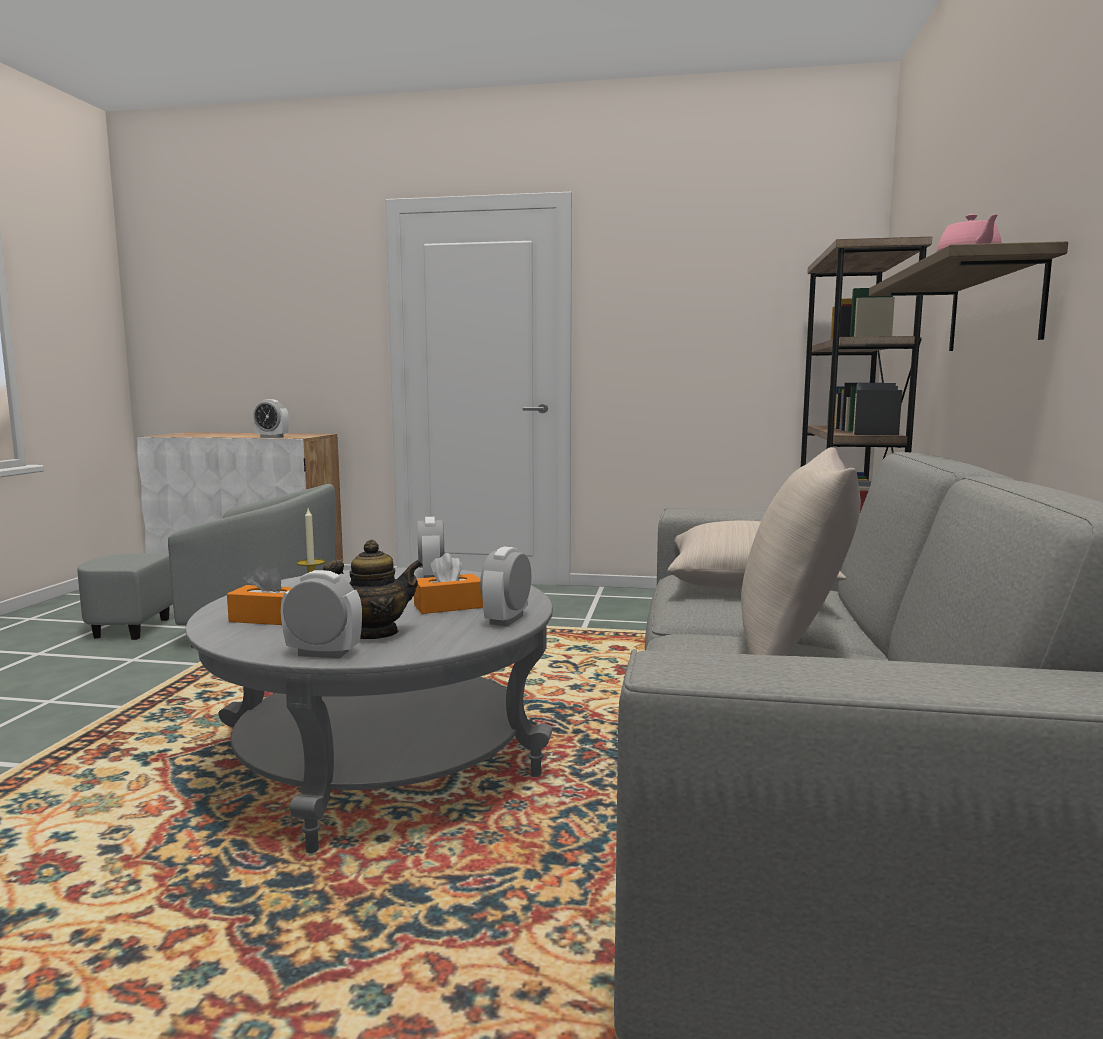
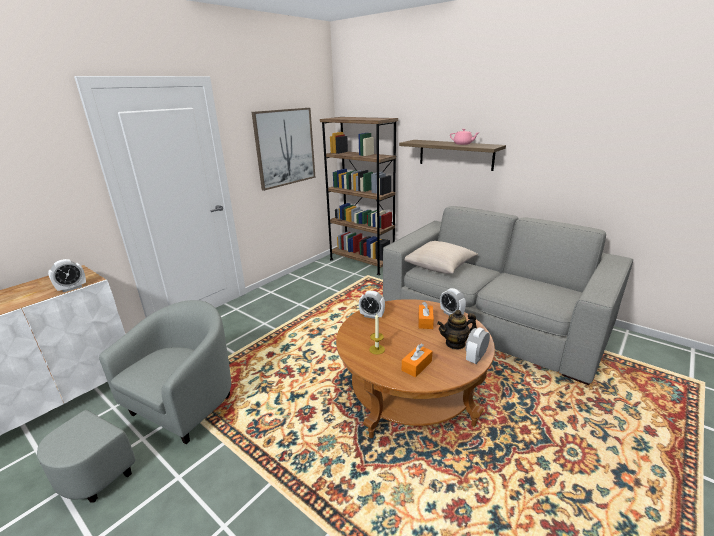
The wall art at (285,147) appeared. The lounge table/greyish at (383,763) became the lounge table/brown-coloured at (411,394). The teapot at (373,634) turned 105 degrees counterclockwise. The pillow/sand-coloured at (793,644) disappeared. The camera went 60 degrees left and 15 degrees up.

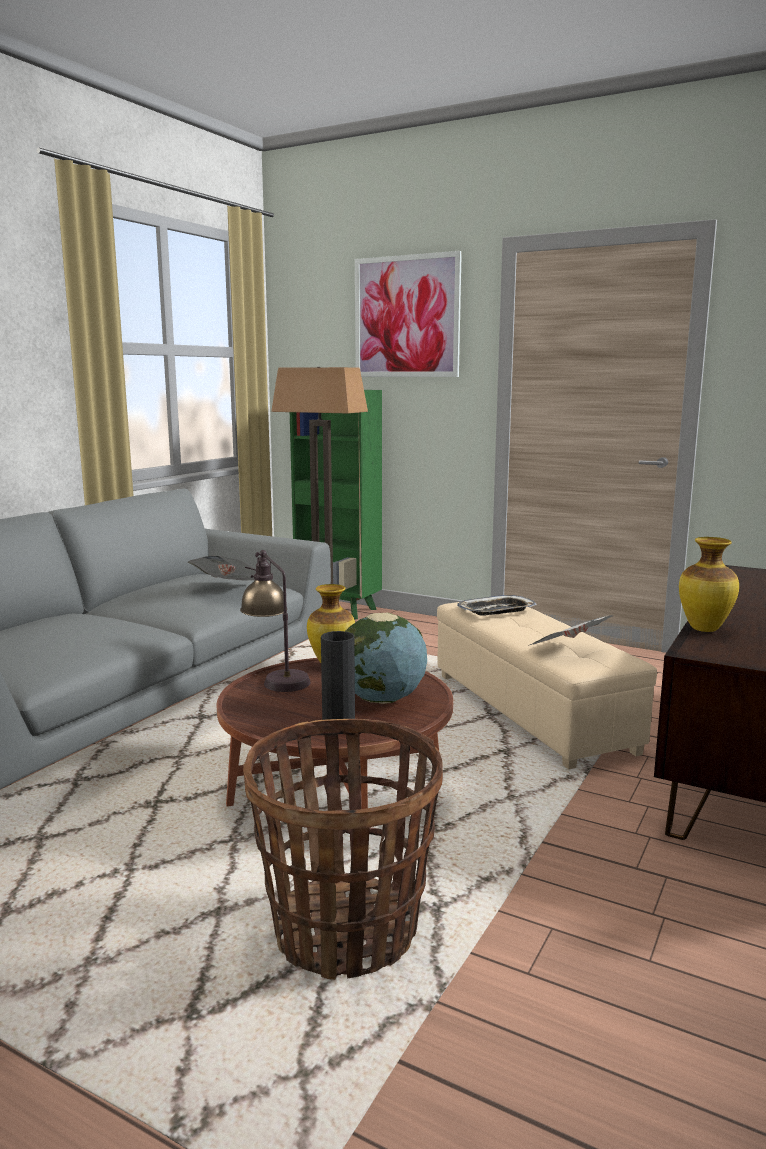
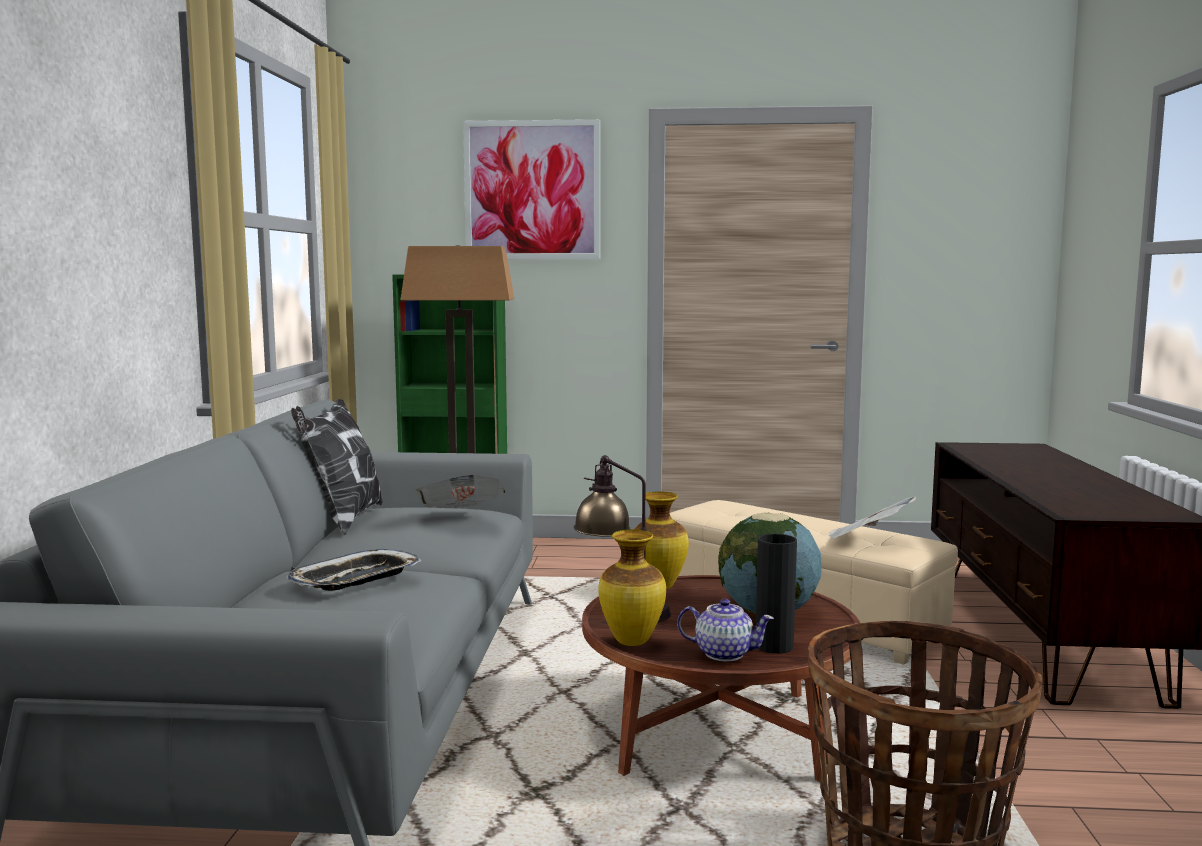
The serving tray moved from (496,611) to (355,579). The pillow at (342,520) appeared. The flower vase moved from (705,629) to (633,642). The teapot at (723,653) appeared. The camera went 25 degrees left and 5 degrees down.

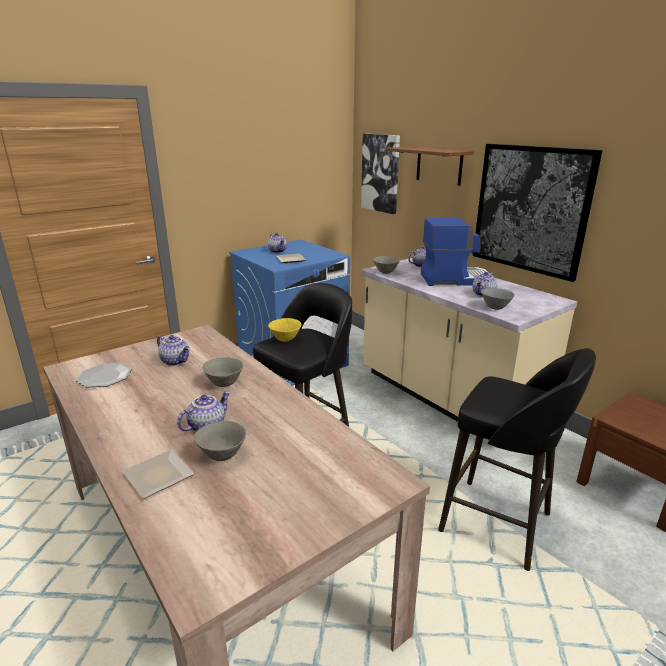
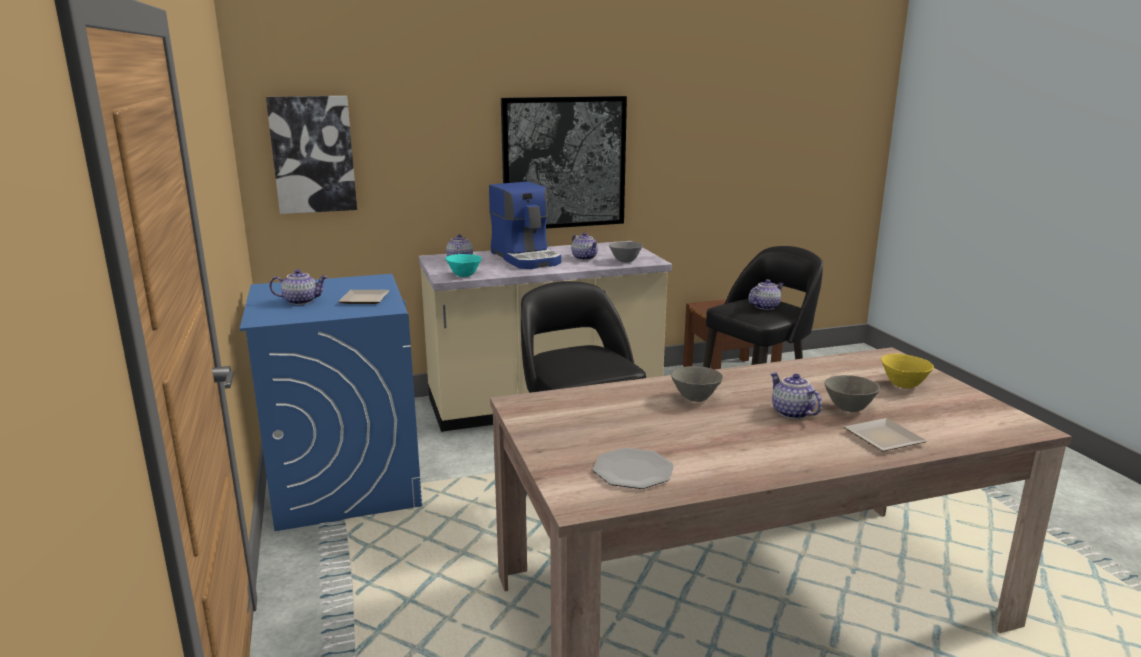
The bowl/greyish at (385,272) became the bowl/turquoise at (464,275). The coffee brewer at (454,279) turned 135 degrees clockwise. The teapot moved from (176,361) to (764,306). The bowl/yellow moved from (285,340) to (904,385). The wall shelf at (439,165) disappeared. The camera went 70 degrees left and 5 degrees down.

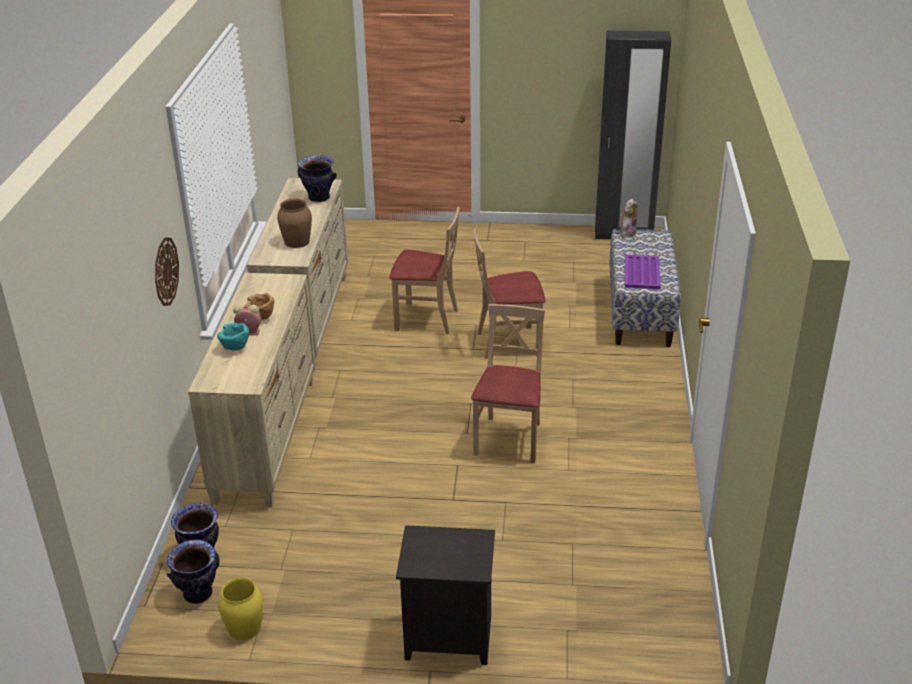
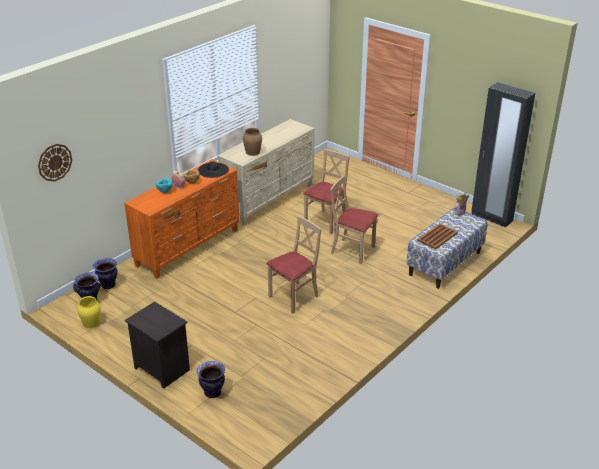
The hanging clock moved from (165,271) to (54,162). The chest of drawers/sand-coloured at (267,438) became the chest of drawers/orangey at (188,248). The flower vase moved from (319,198) to (213,392). The hat/blackish at (213,170) appeared. The chair/sand-coloured at (426,319) turned 105 degrees counterclockwise. The serving tray/purplish at (641,273) became the serving tray/brown-coloured at (437,237). The camera went 35 degrees right and 0 degrees up.

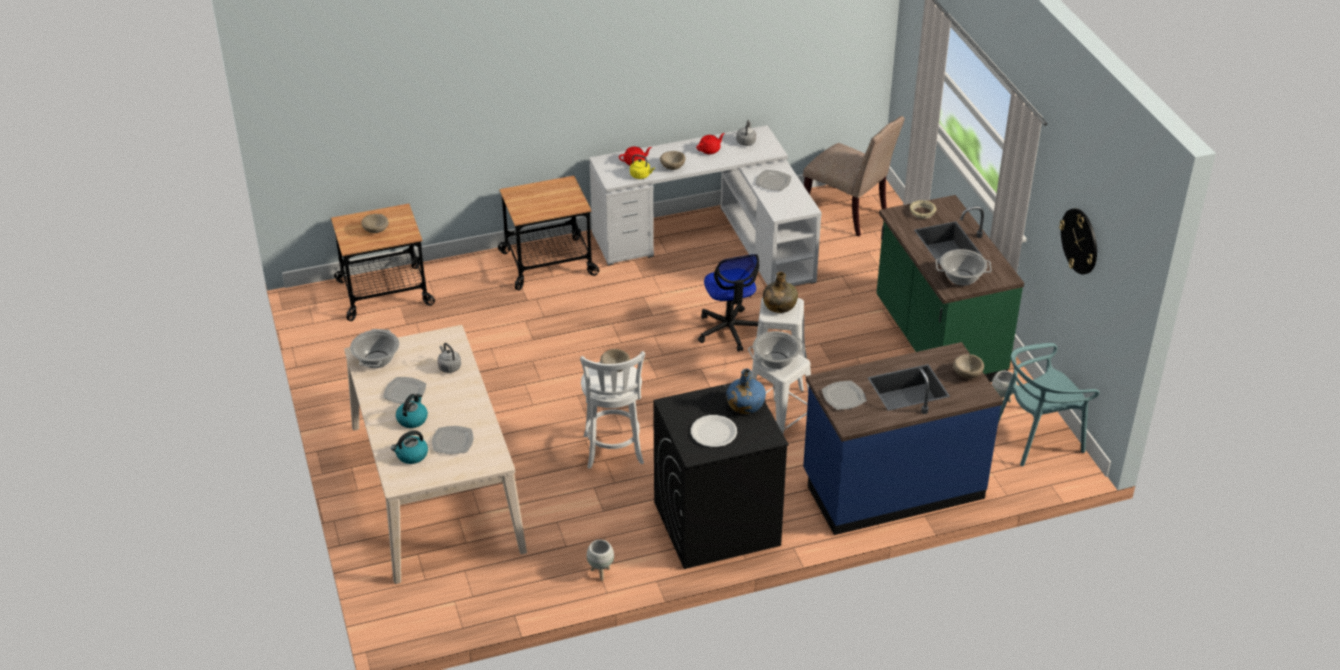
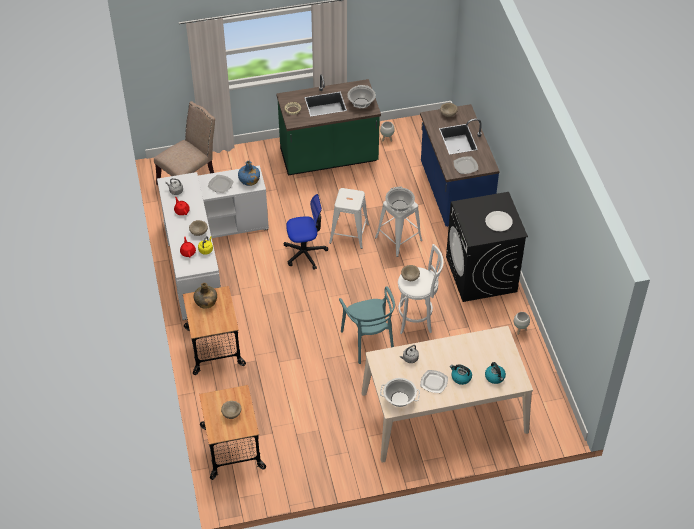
The drink bottle/greenish moved from (779,305) to (205,302). The drink bottle/blue-coloured moved from (745,405) to (249,180). The chair/turquoise moved from (1037,438) to (369,341). The flat dish at (452,441) disappeared. The hanging clock at (1080,241) disappeared. The camera went 85 degrees left and 10 degrees up.

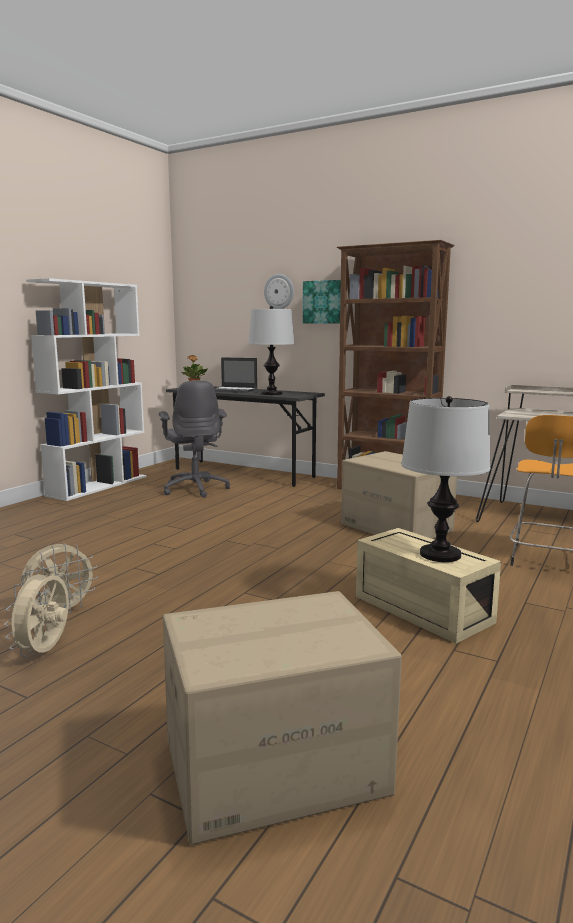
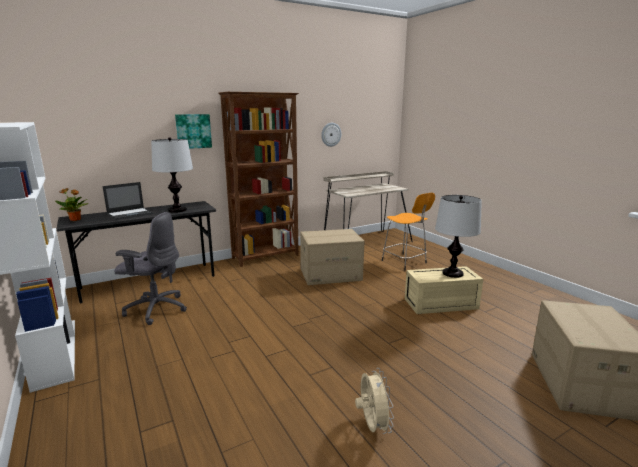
The hanging clock moved from (279,291) to (331,134). The electric fan/sand-coloured at (45,651) disappeared. The camera went 60 degrees left and 5 degrees up.

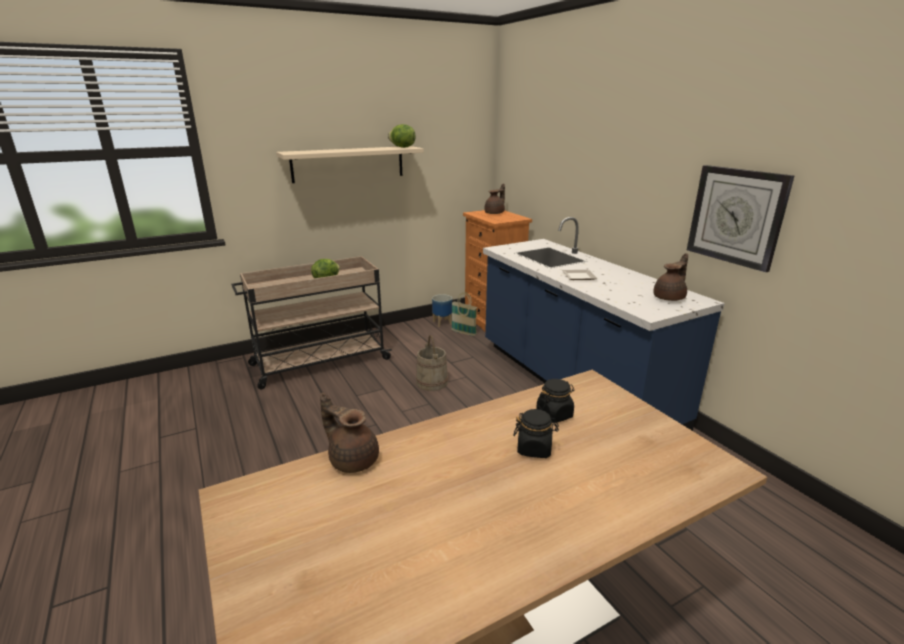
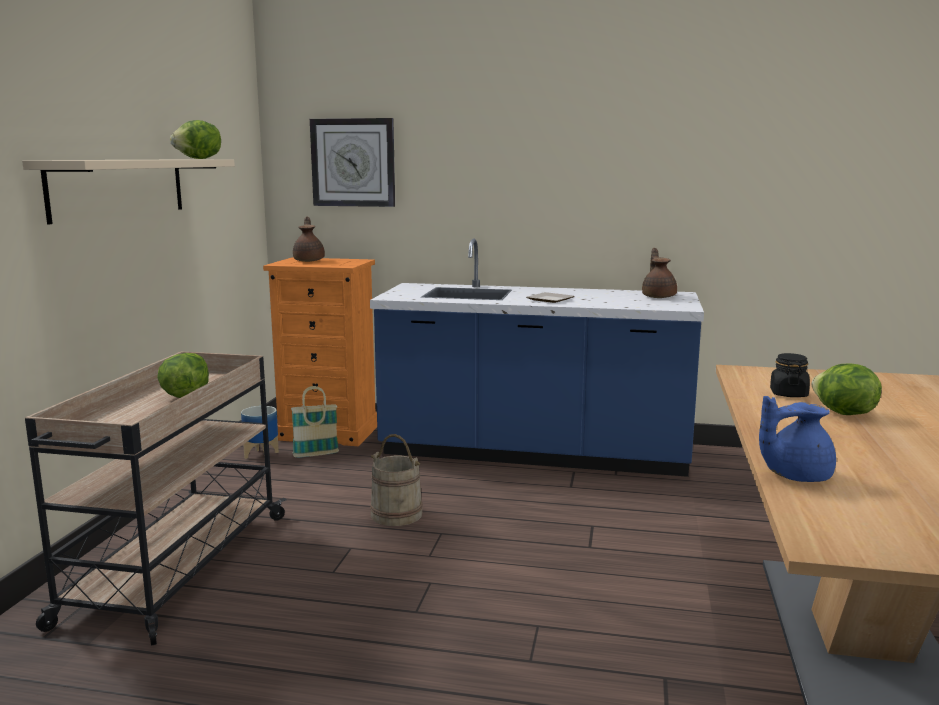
The hanging clock moved from (736,216) to (353,162). The teapot/brown-coloured at (352,459) became the teapot/blue-coloured at (794,475). The storage jar/blackish at (534,449) was replaced by the head of lettuce at (843,413). The camera went 50 degrees left and 10 degrees down.

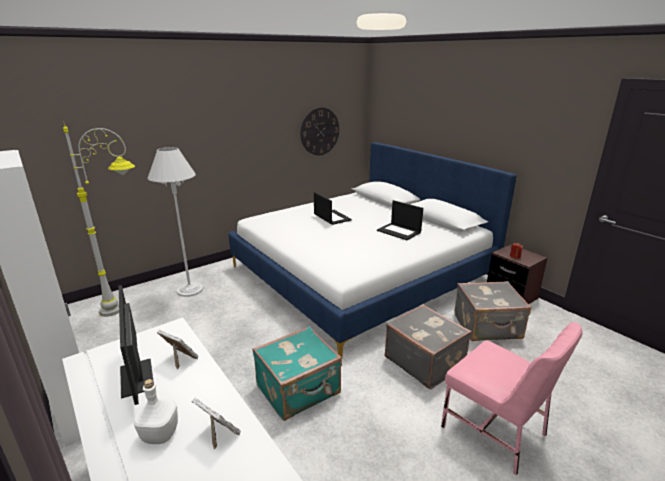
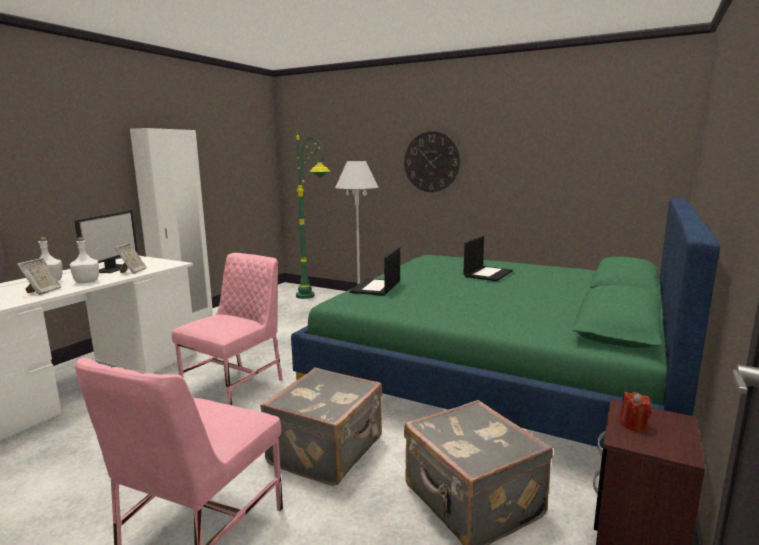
The drink bottle/whitish at (87,282) appeared. The computer display at (138,377) turned 150 degrees clockwise. The piece of luggage/turquoise at (299,390) was replaced by the chair/pink-coloured at (236,386). The sleeping bed/whitish at (361,273) became the sleeping bed/greenish at (499,368). The floor lamp/greyish at (131,307) became the floor lamp/greenish at (315,299). The laptop moved from (399,231) to (376,287). The hanging clock moved from (320,131) to (431,162). The camera went 65 degrees right and 10 degrees down.

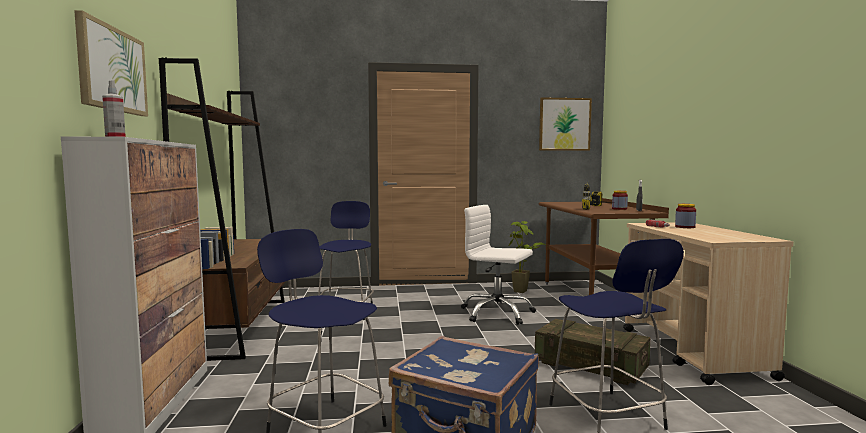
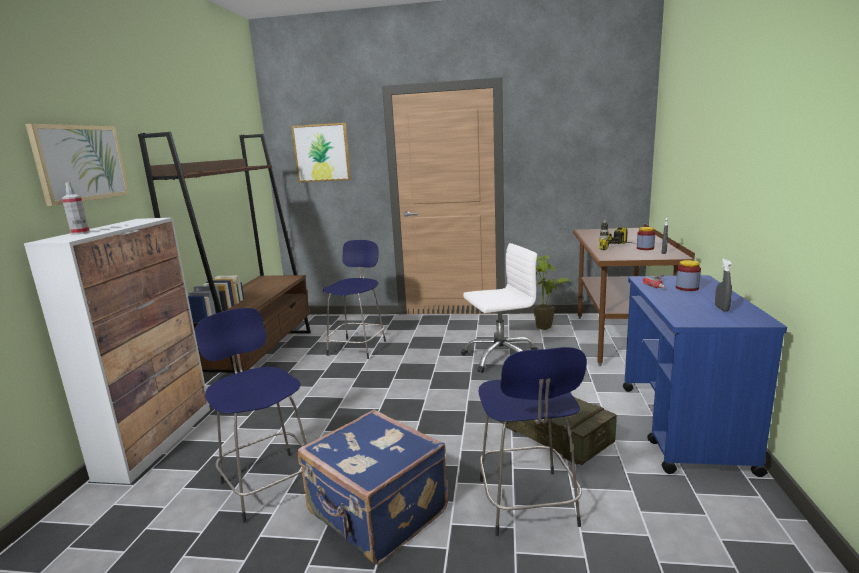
The wall art moved from (564,124) to (322,153). The desk chair/whitish at (496,313) turned 120 degrees clockwise. The cart/sand-coloured at (693,353) became the cart/blue-coloured at (683,427). The spray bottle/greyish at (721,309) appeared. The camera went 15 degrees right and 10 degrees up.

